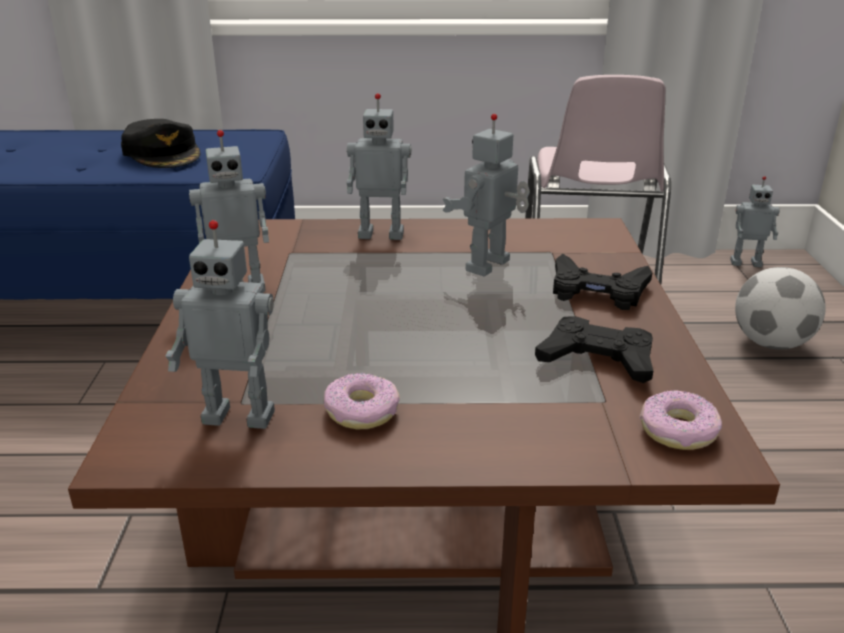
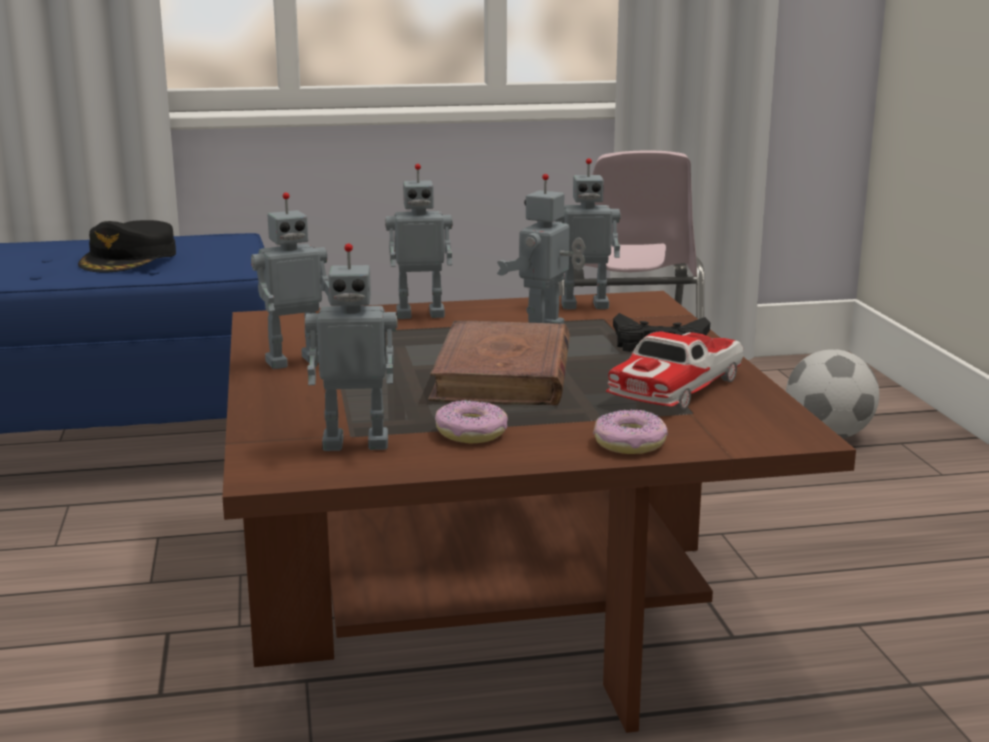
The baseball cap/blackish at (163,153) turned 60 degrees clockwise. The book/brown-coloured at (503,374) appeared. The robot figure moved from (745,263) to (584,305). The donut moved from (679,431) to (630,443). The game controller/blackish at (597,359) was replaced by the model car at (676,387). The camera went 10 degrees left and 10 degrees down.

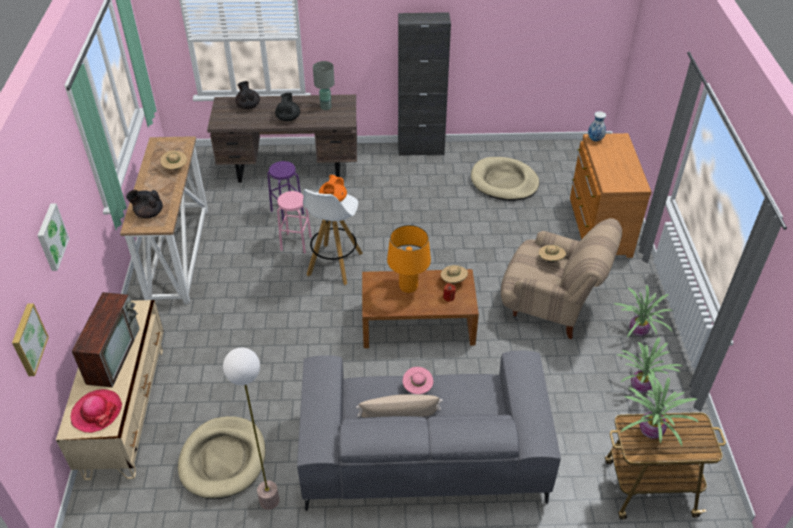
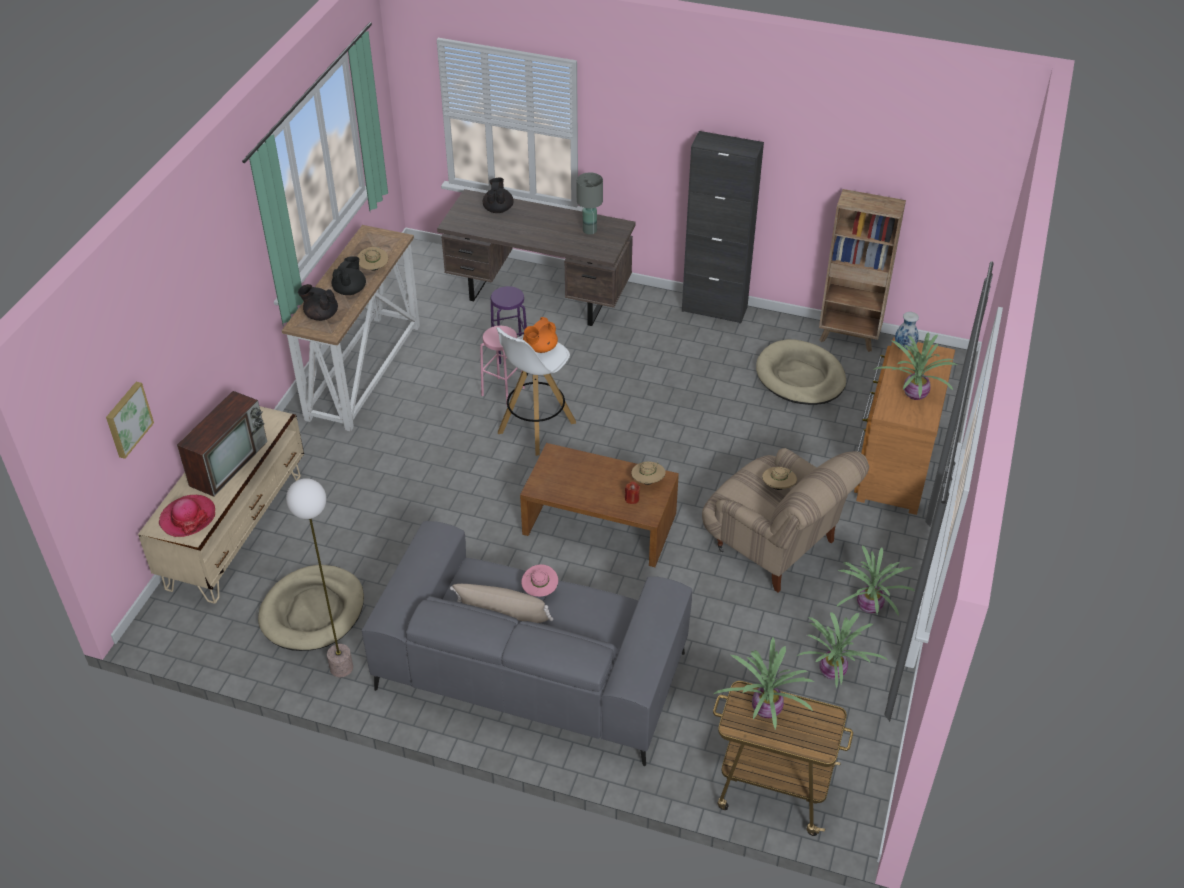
The teapot/blackish moved from (288,118) to (350,290). The bookshelf/brown-coloured at (849,337) appeared. The plant in a pot at (913,394) appeared. The wall art at (51,237) disappeared. The lamp for a table/orangey at (408,287) disappeared. The camera went 20 degrees right and 0 degrees up.

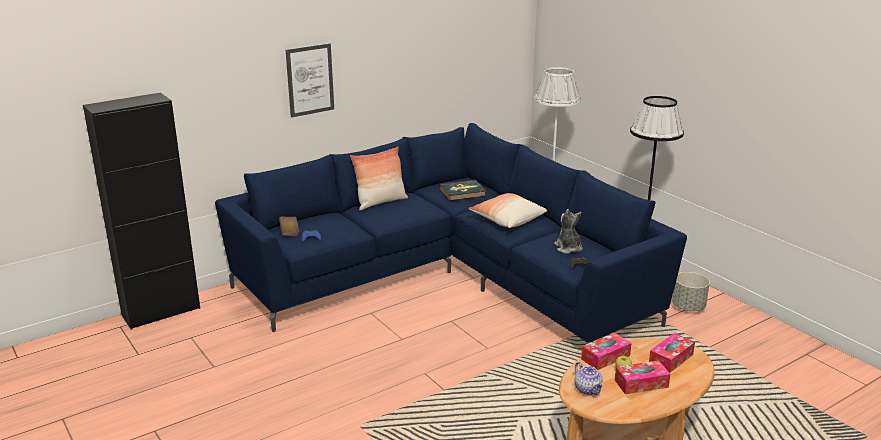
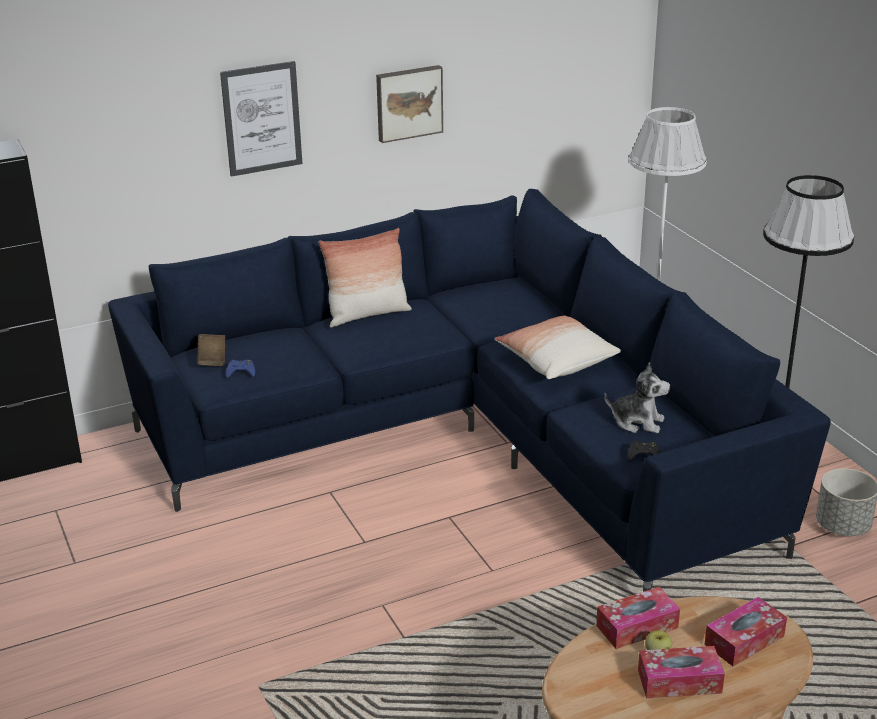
The wall art at (408,102) appeared. The soft toy at (568,248) turned 120 degrees clockwise. The book at (462,192) disappeared. The teapot at (588,389) disappeared. The camera went 10 degrees right and 5 degrees up.

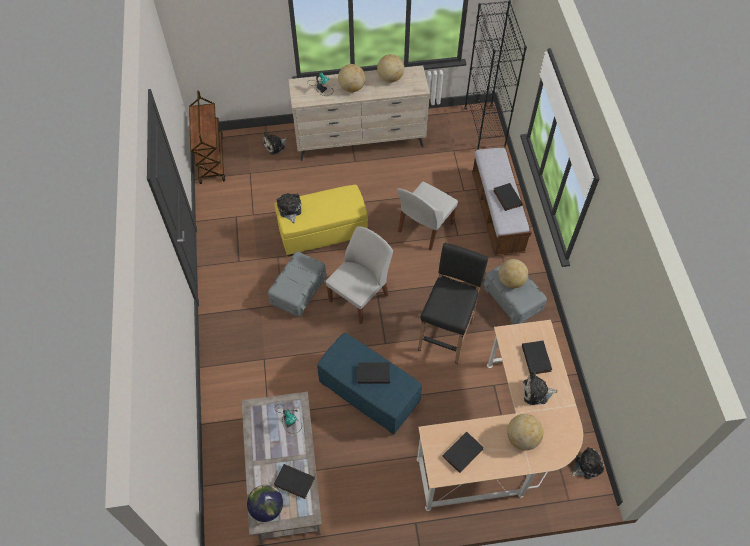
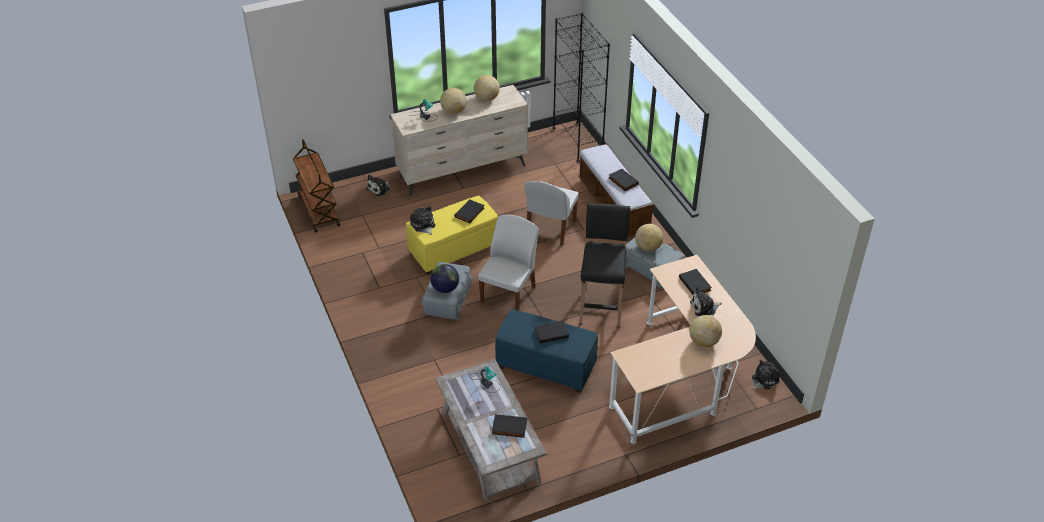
The world globe moved from (267,508) to (445,288). The book/blackish moved from (463,453) to (470,213). The camera went 15 degrees left and 15 degrees down.

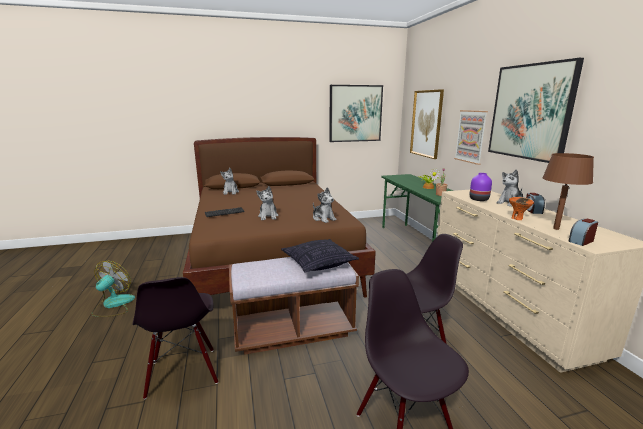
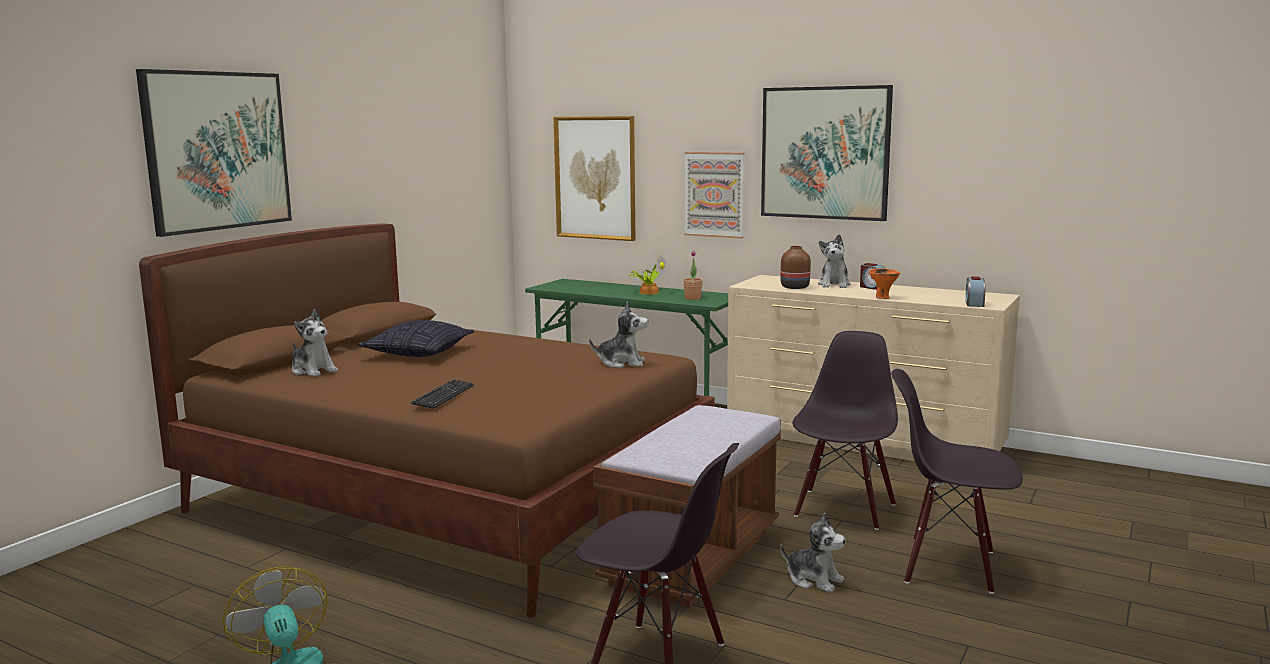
The wall art moved from (355,113) to (217,151). The pillow moved from (319,263) to (418,353). The flower vase/purplish at (479,199) became the flower vase/brown-coloured at (795,287). The soft toy moved from (268,216) to (814,580). The lamp for a table/brown-coloured at (556,228) disappeared. The camera went 45 degrees left and 5 degrees down.

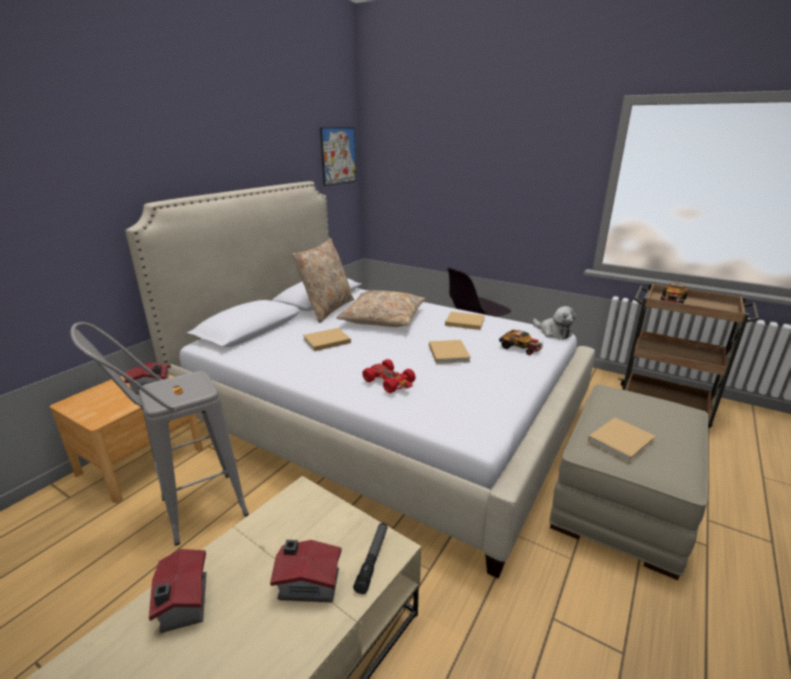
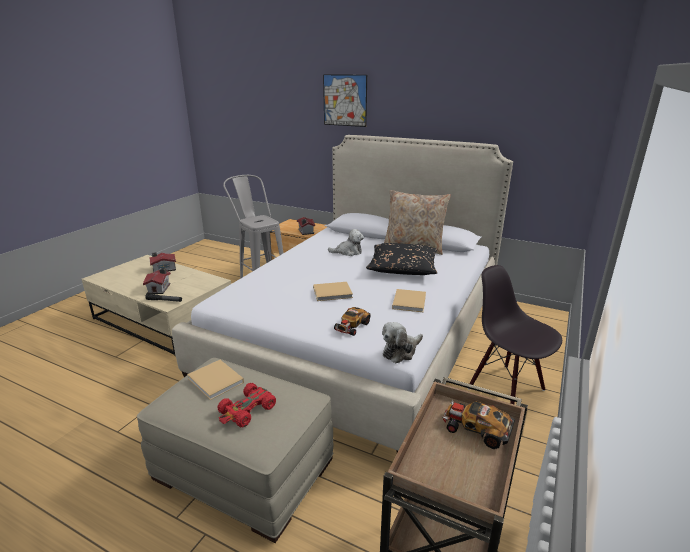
The model car/reddish moved from (389,382) to (247,410). The wall art moved from (338,156) to (345,100). The book/sand-coloured at (325,341) was replaced by the soft toy at (348,252). The pillow/sand-coloured at (383,318) became the pillow/blackish at (402,268). The camera went 85 degrees right and 0 degrees up.

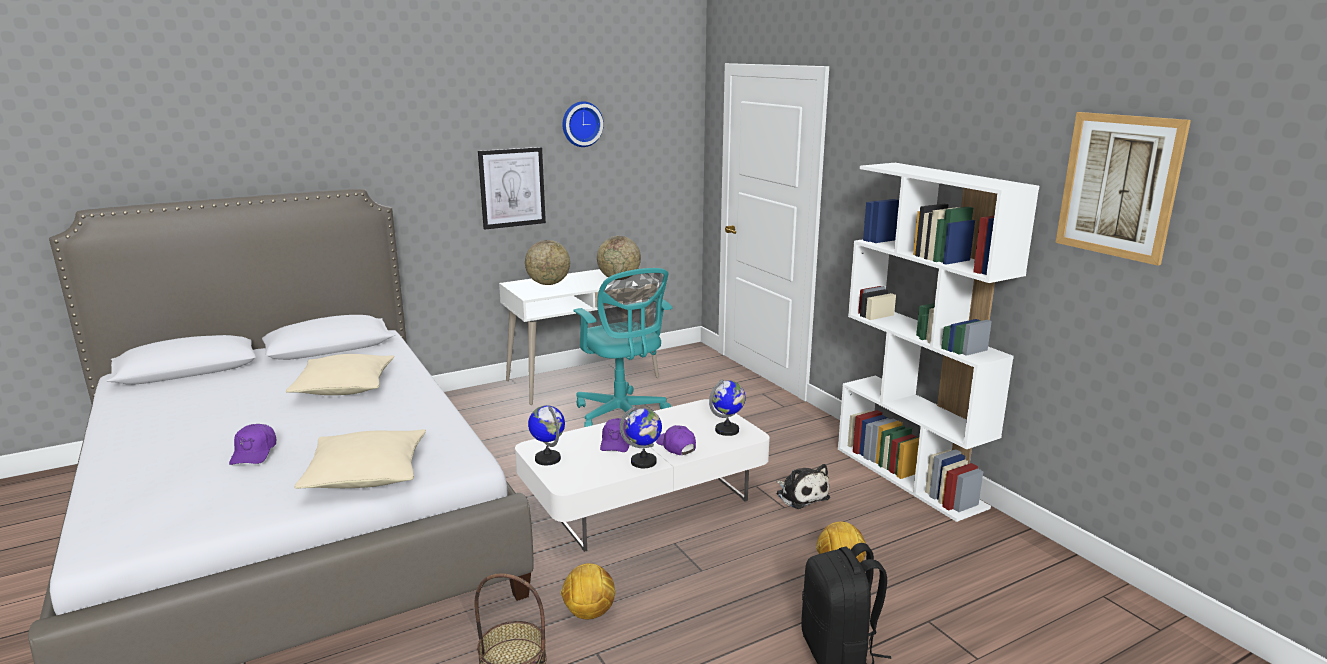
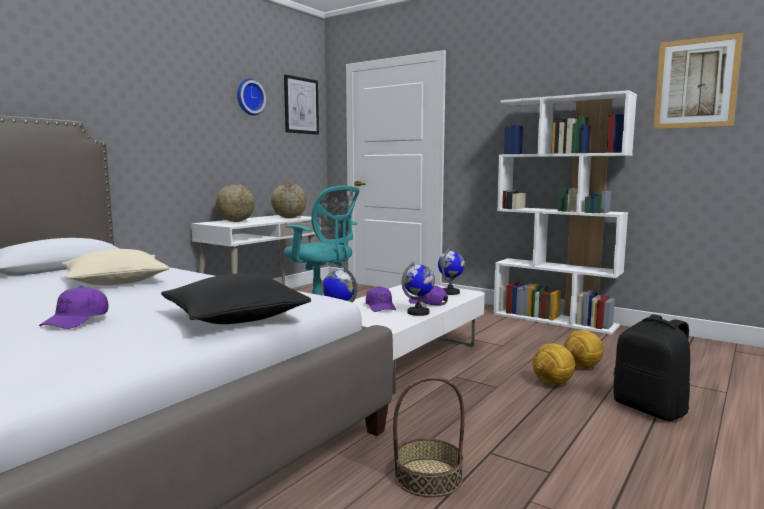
The baseball cap/purplish at (254,453) turned 45 degrees clockwise. The pillow/sand-coloured at (366,475) became the pillow/blackish at (235,317). The wall art moved from (512,187) to (301,105). The ball for football moved from (589,613) to (552,383). The soft toy at (801,495) disappeared. The camera went 25 degrees left and 10 degrees down.

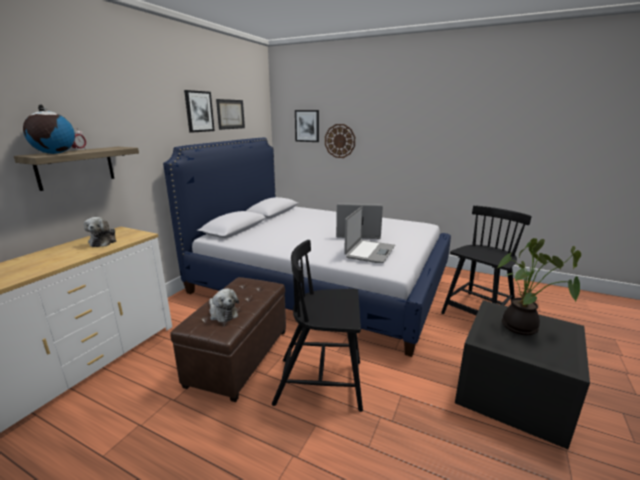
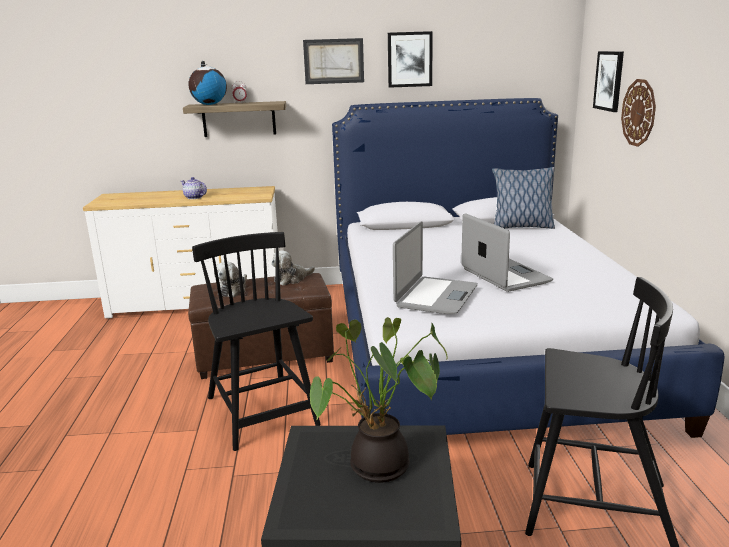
The teapot at (194,197) appeared. The soft toy moved from (104,241) to (291,279). The wall art moved from (230,114) to (333,61). The laptop at (369,252) turned 60 degrees counterclockwise. The pillow at (521,227) appeared. The camera went 60 degrees right and 0 degrees up.

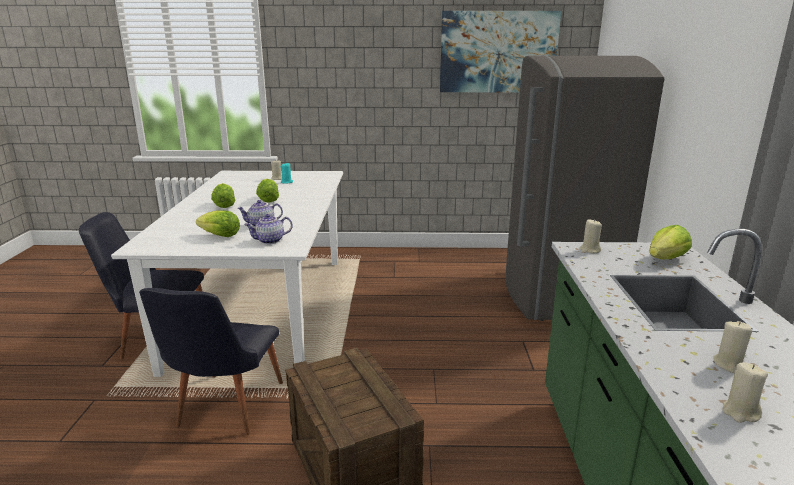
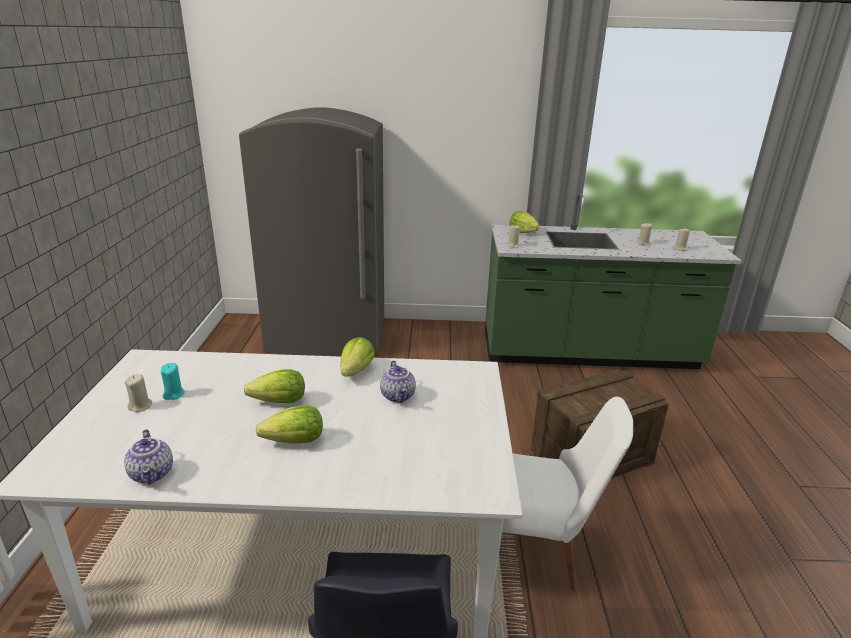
The teapot moved from (270,241) to (153,474). The head of lettuce moved from (221,236) to (356,371). The chair/blackish at (224,410) became the chair/whitish at (538,552). The wall art at (498,52) disappeared. The camera went 90 degrees left and 5 degrees up.

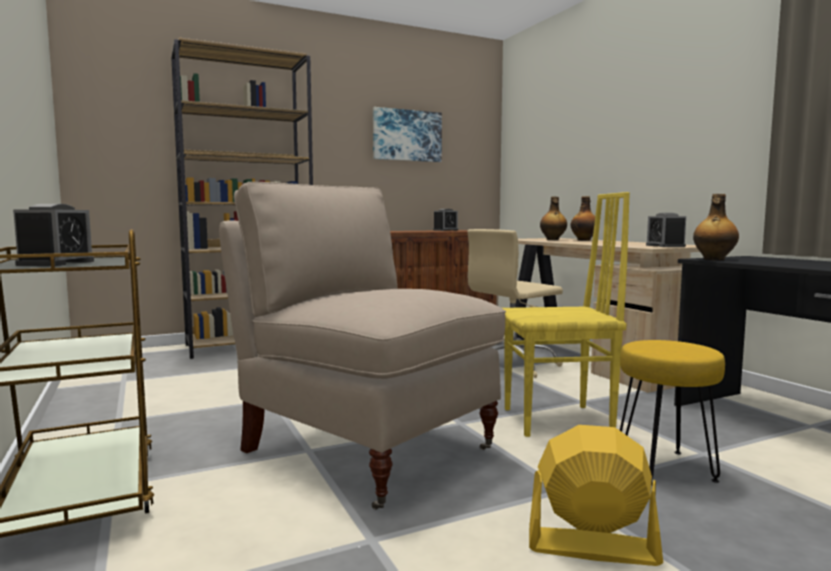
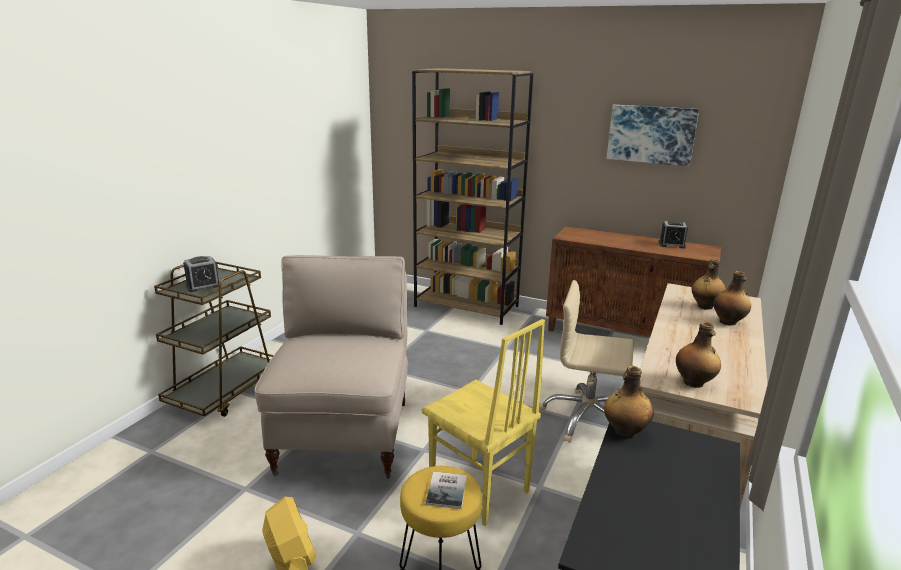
The book at (448,490) appeared. The alarm clock at (665,246) was replaced by the drink bottle at (694,383). The camera went 50 degrees right and 15 degrees up.

